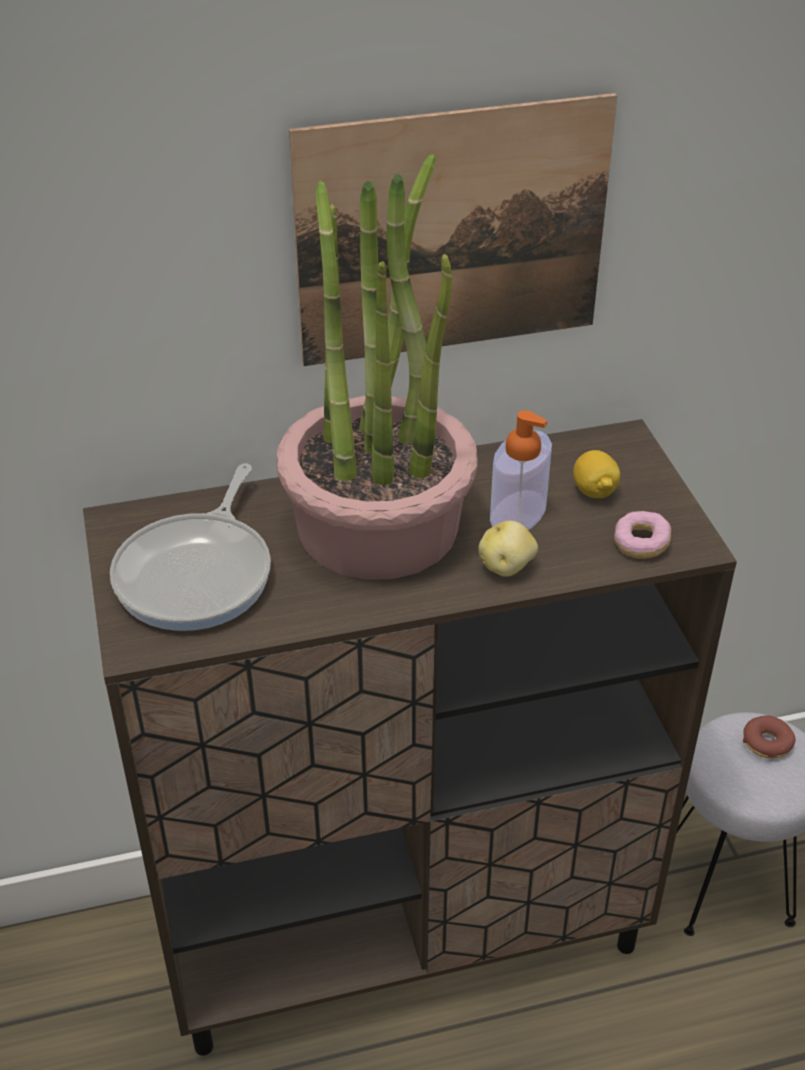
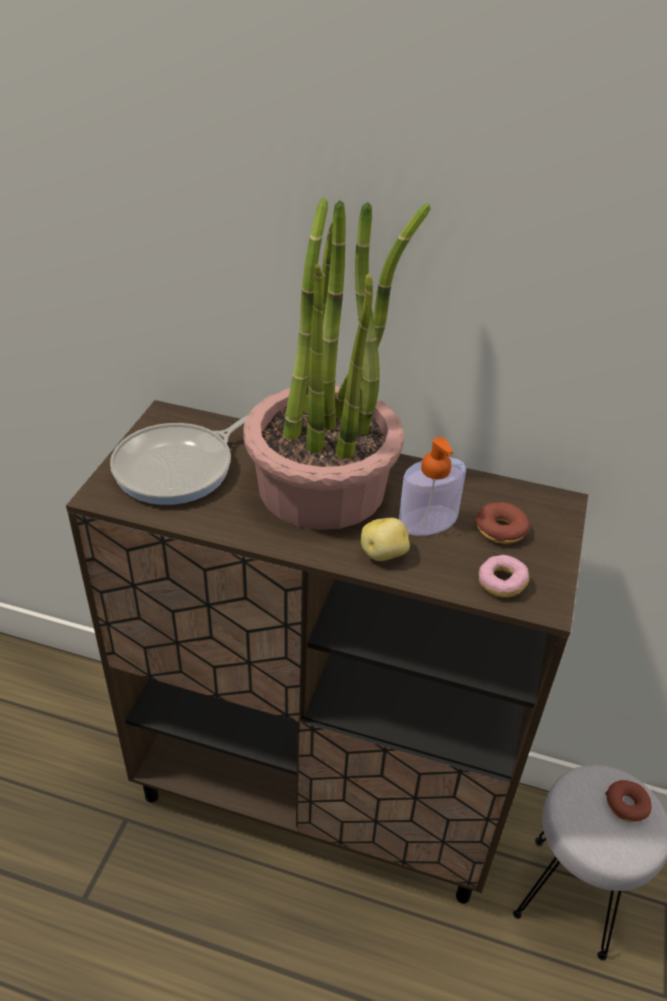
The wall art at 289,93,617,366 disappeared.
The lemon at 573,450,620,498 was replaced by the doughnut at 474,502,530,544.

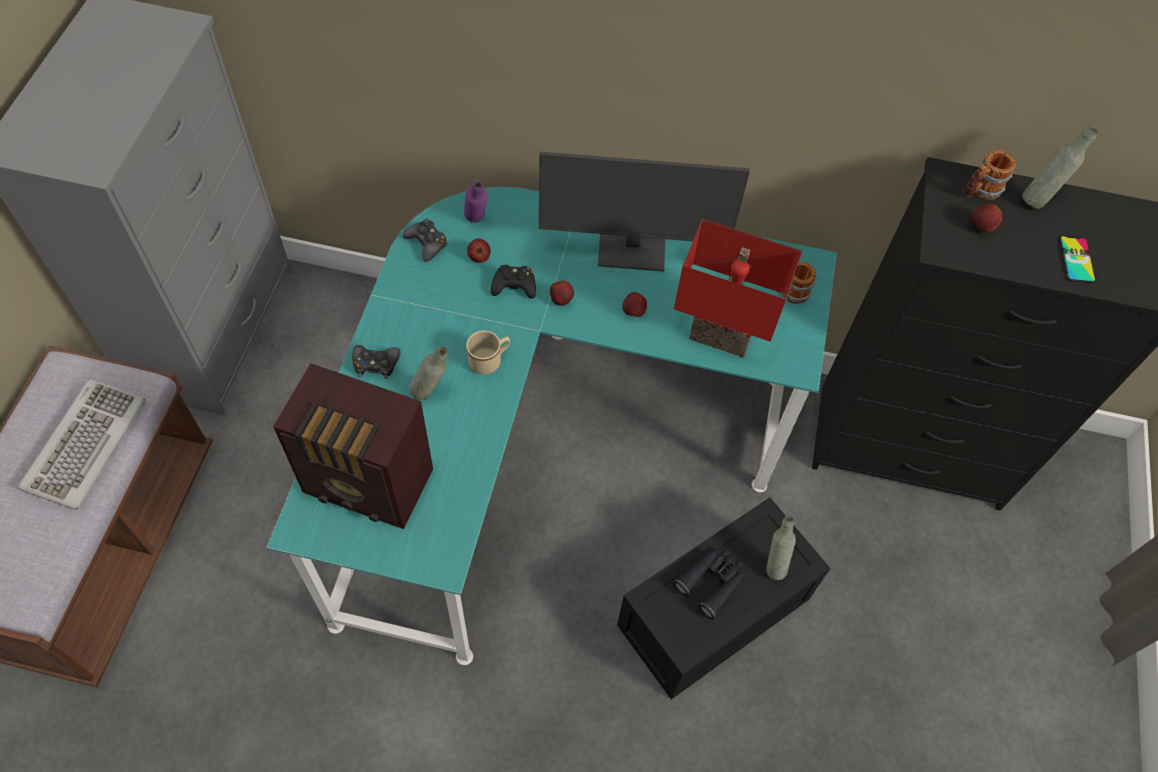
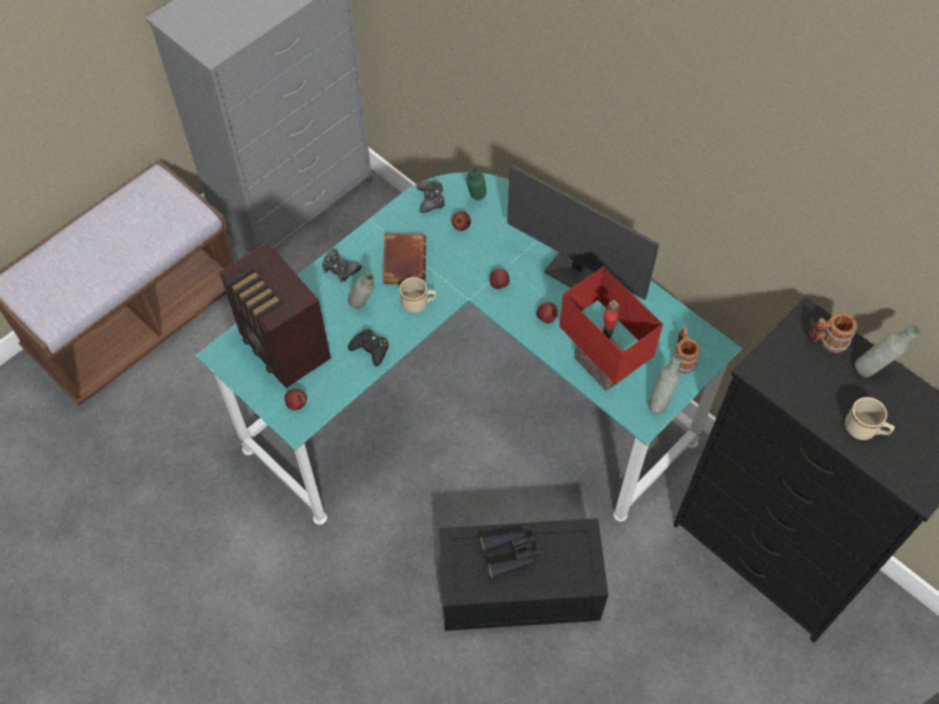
The keyboard at 18,378,145,510 disappeared.
The brown bound book at 383,234,426,284 appeared.
The black gamepad moved from 491,265,536,298 to 348,329,389,366.
The grey drink bottle moved from 766,515,796,580 to 648,354,682,414.
The apple moved from 971,203,1003,233 to 285,389,307,410.
The handset at 1059,236,1096,283 was replaced by the beige tea mug at 845,397,895,440.
The purple drink bottle at 464,180,488,223 became the greenish drink bottle at 466,167,486,200.

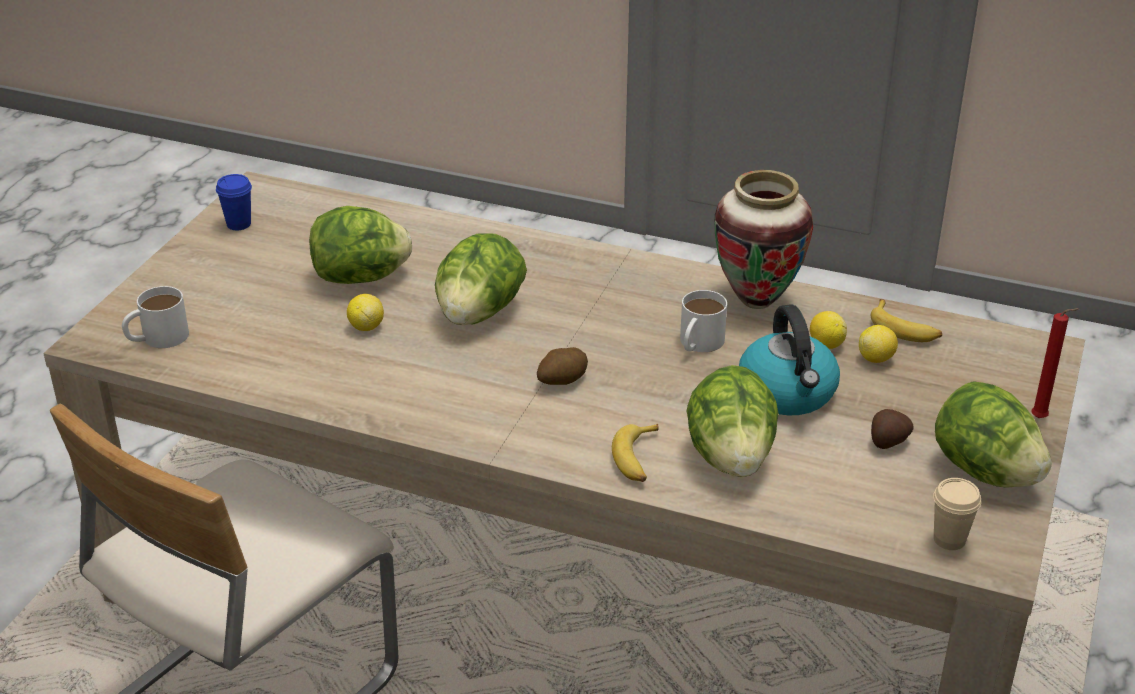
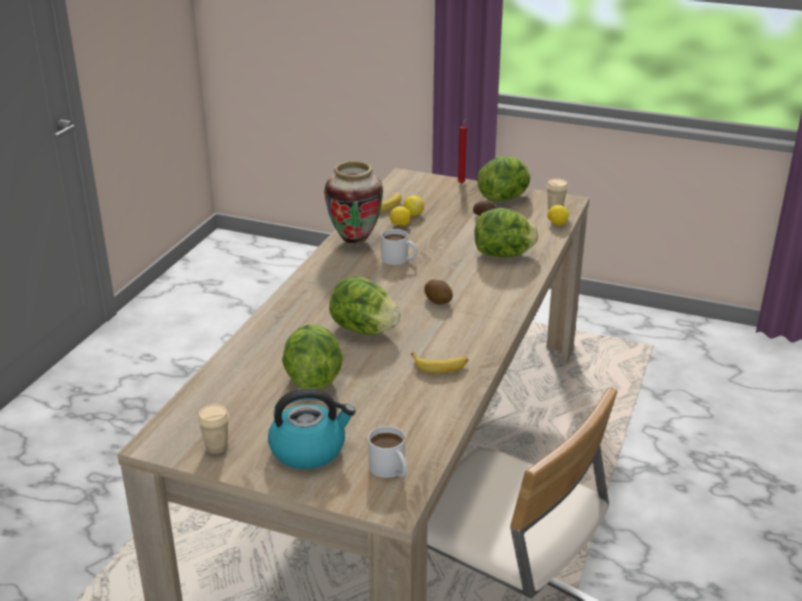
The lemon moved from 347,294,384,331 to 547,205,569,226.
The banana moved from 612,424,658,482 to 411,353,468,374.
The kettle moved from 739,304,840,415 to 268,388,356,469.
The bluish cup at 216,174,252,230 became the beige cup at 197,404,229,454.

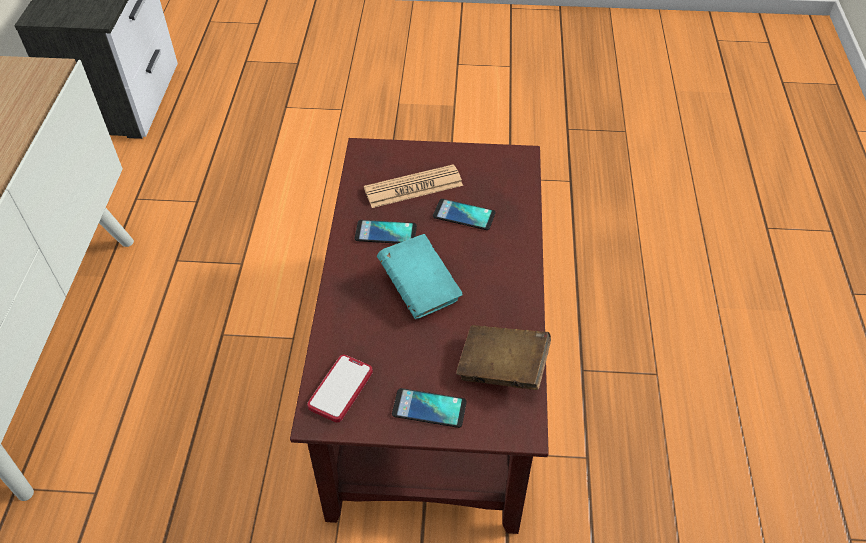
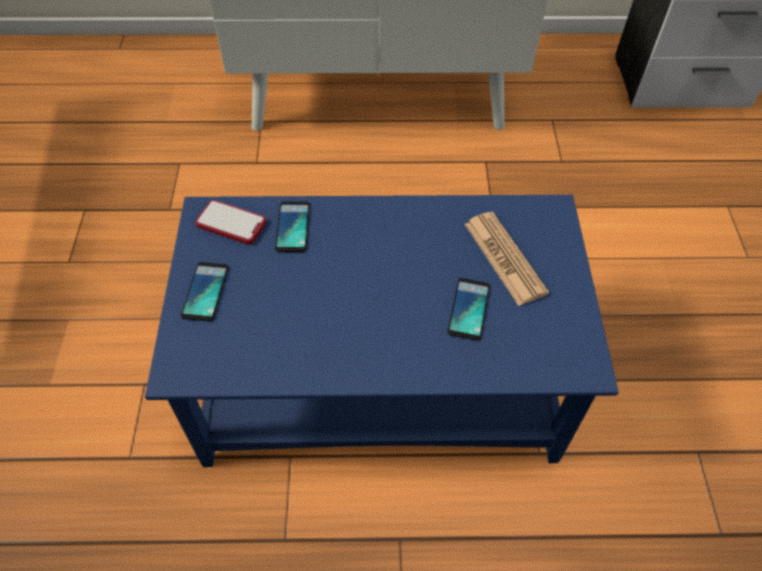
The turquoise bound book at 377,234,463,319 disappeared.
The brown bound book at 456,325,551,390 disappeared.
The handset moved from 355,220,417,244 to 275,201,310,252.
The brown coffee table at 290,138,549,534 became the bluish coffee table at 145,195,619,467.

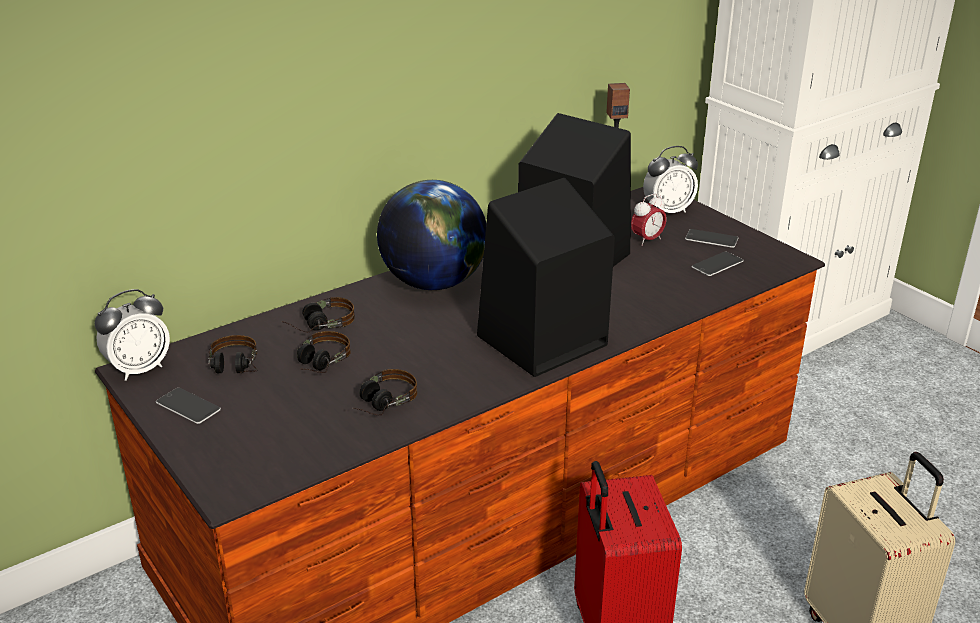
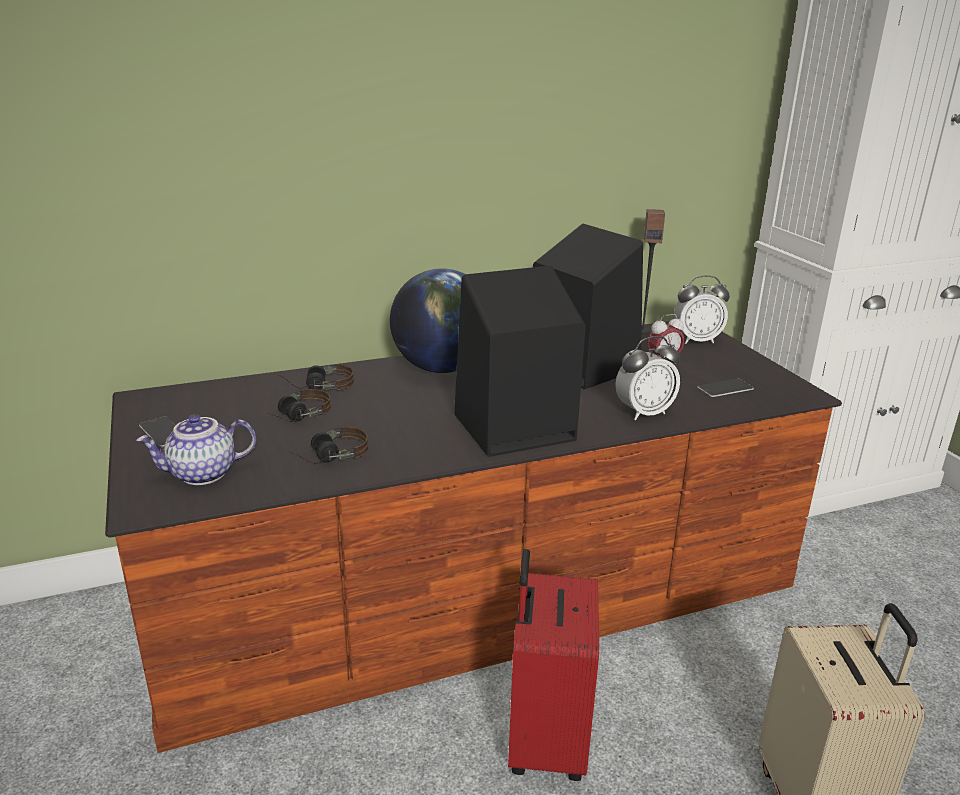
The headphones at 208,335,258,374 disappeared.
The handset at 685,229,738,248 disappeared.
The pot for tea at 136,414,256,485 appeared.
The table clock moved from 95,289,170,381 to 615,336,680,420.

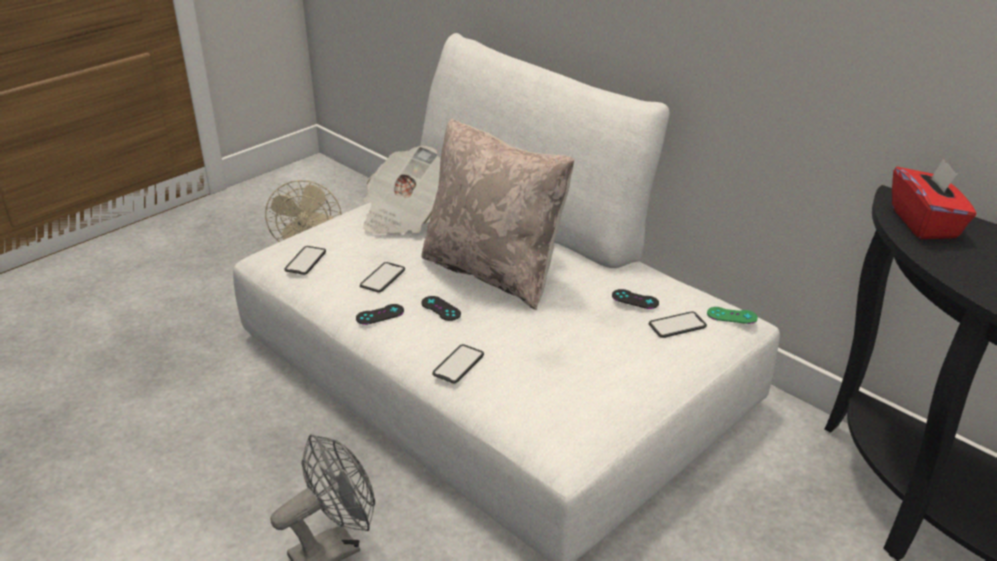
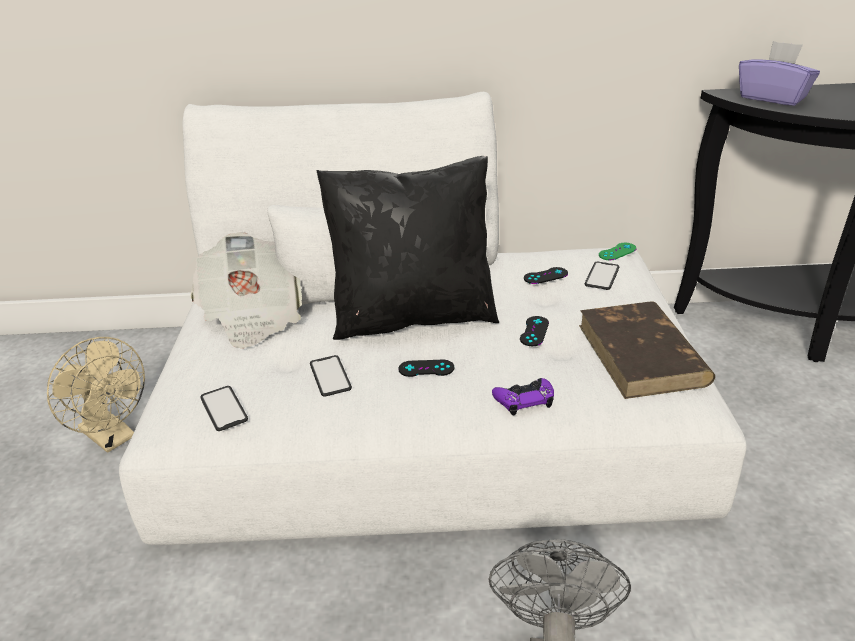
The brown bound book at 579,301,715,399 appeared.
The black gamepad moved from 356,304,404,325 to 520,316,549,346.
The handset at 432,344,484,383 was replaced by the purple gamepad at 492,378,554,415.
The beige cushion at 422,118,574,310 became the black cushion at 317,156,499,340.
The reddish tissue holder at 892,158,976,239 became the purple tissue holder at 739,41,820,106.

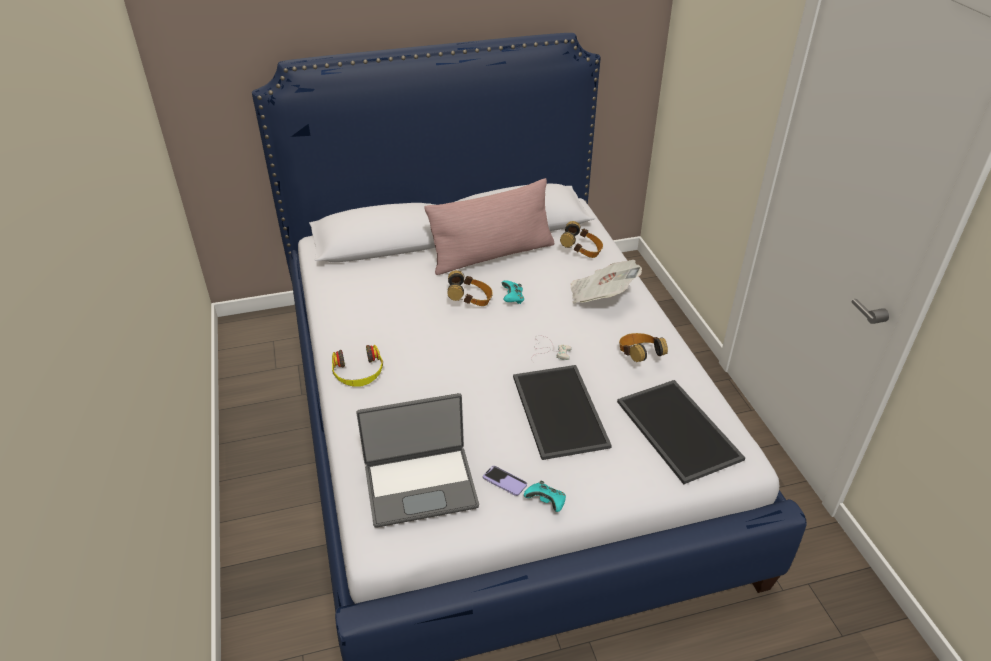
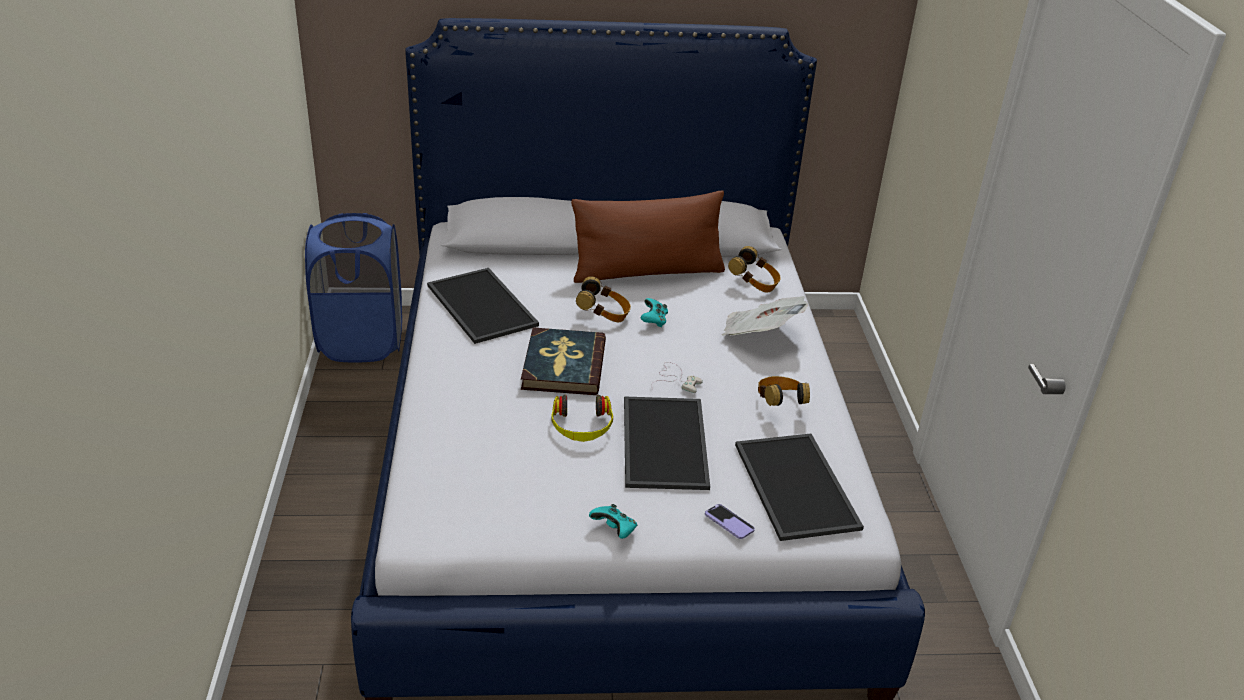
The laptop at 356,393,479,528 disappeared.
The bluish hamper at 305,213,402,363 appeared.
The carrying tray at 427,268,539,344 appeared.
The bound book at 521,327,606,395 appeared.
The headphones moved from 332,345,383,387 to 551,395,613,442.
The handset moved from 483,466,527,496 to 705,504,755,539.
The pink-coloured cushion at 424,178,554,275 became the brown cushion at 571,191,725,283.

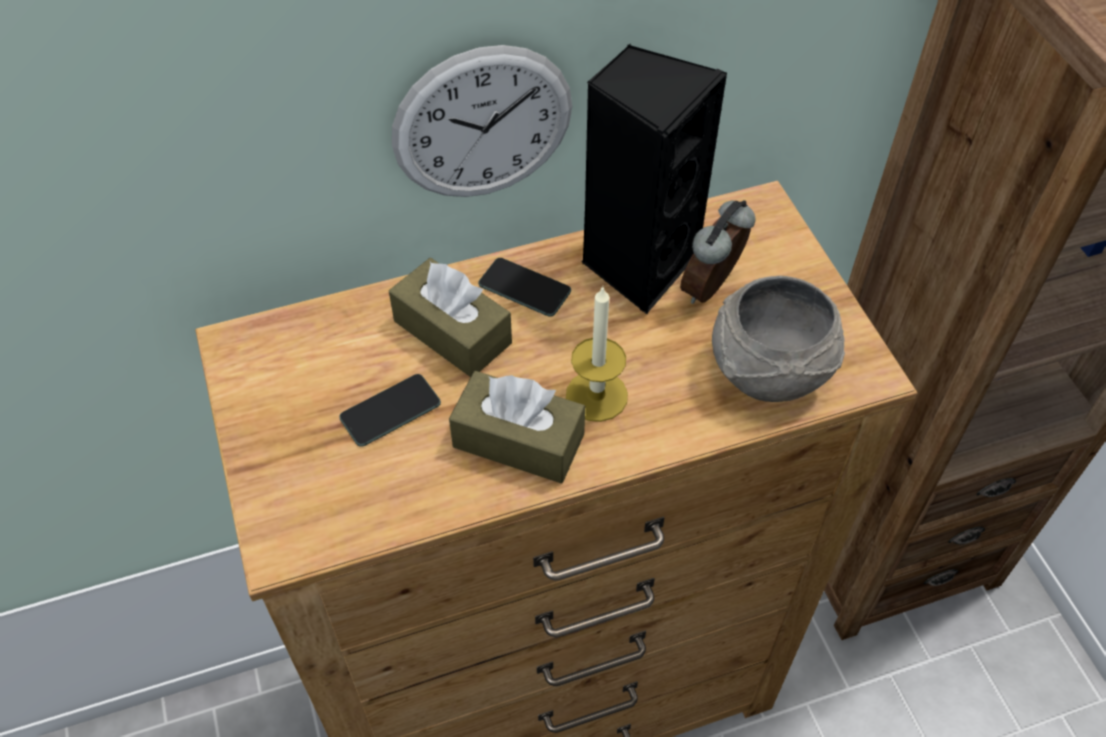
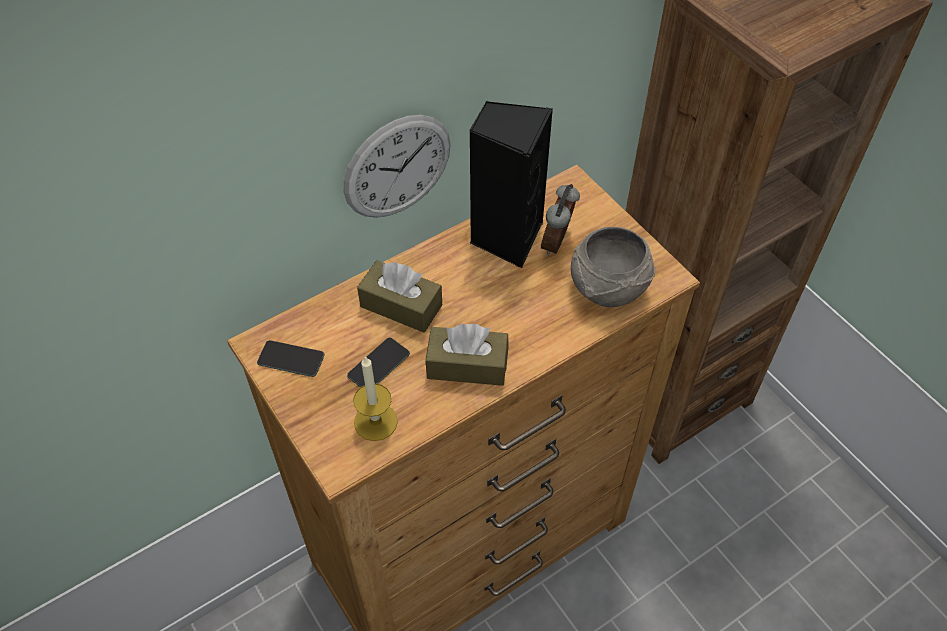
The handset moved from 478,258,571,317 to 257,340,325,377.
The wax light moved from 566,286,628,422 to 353,356,398,441.

